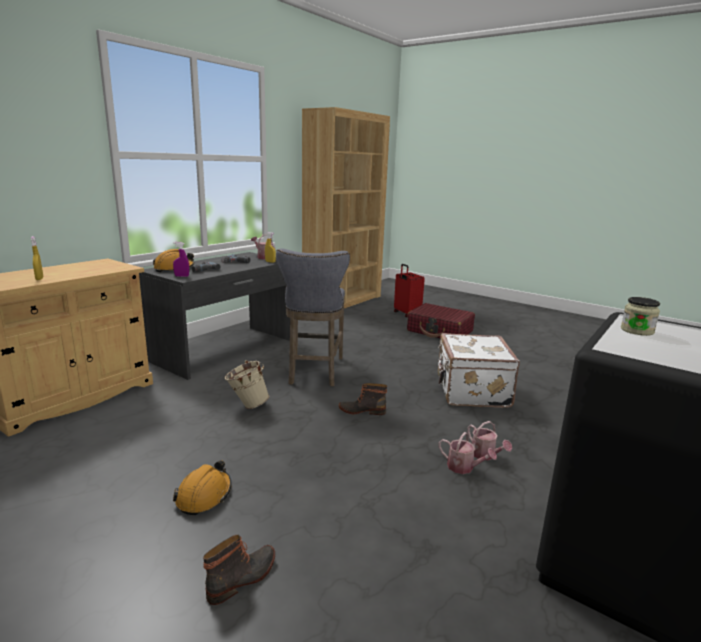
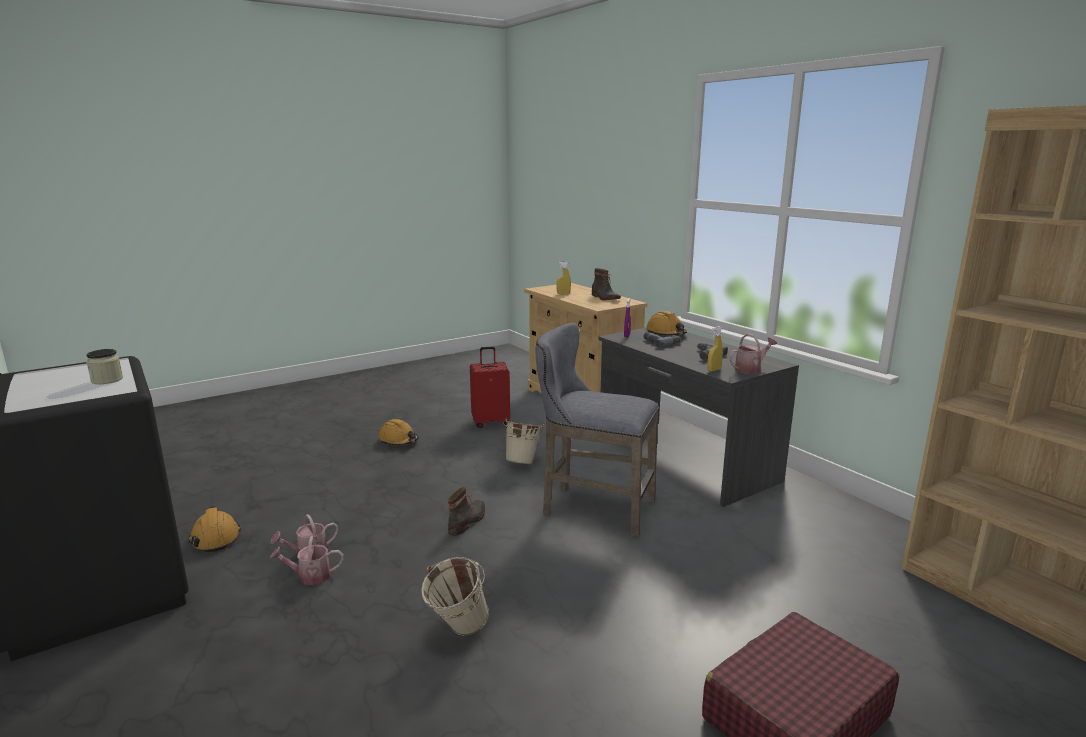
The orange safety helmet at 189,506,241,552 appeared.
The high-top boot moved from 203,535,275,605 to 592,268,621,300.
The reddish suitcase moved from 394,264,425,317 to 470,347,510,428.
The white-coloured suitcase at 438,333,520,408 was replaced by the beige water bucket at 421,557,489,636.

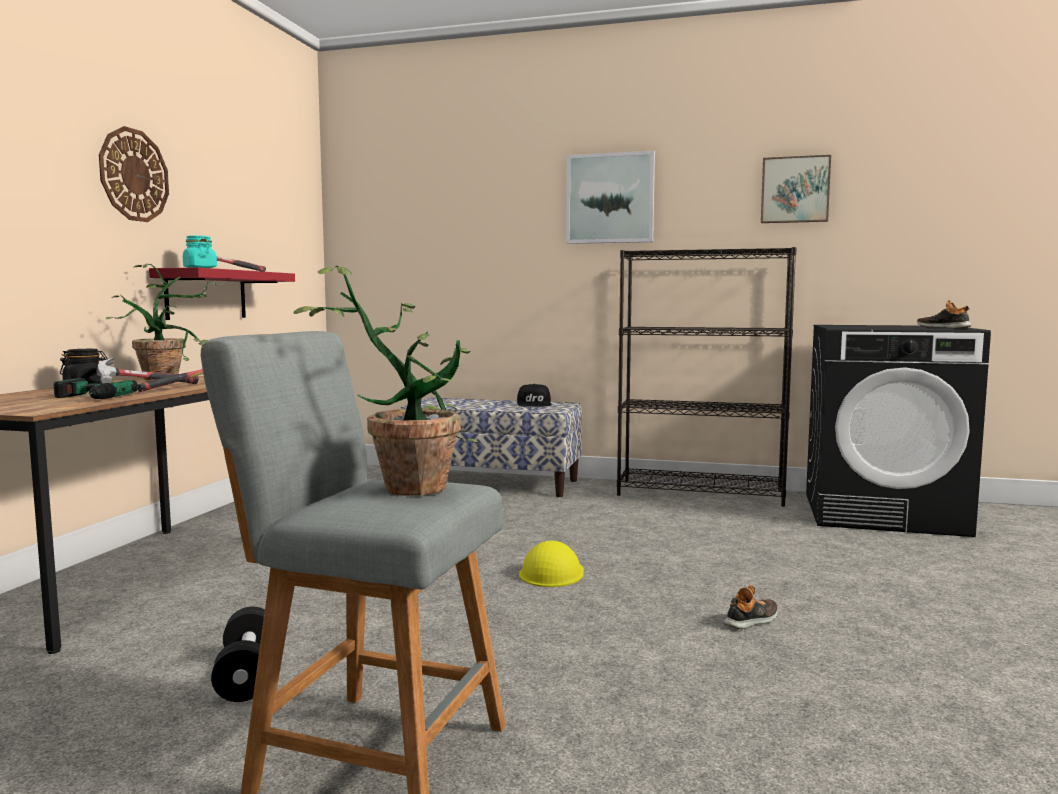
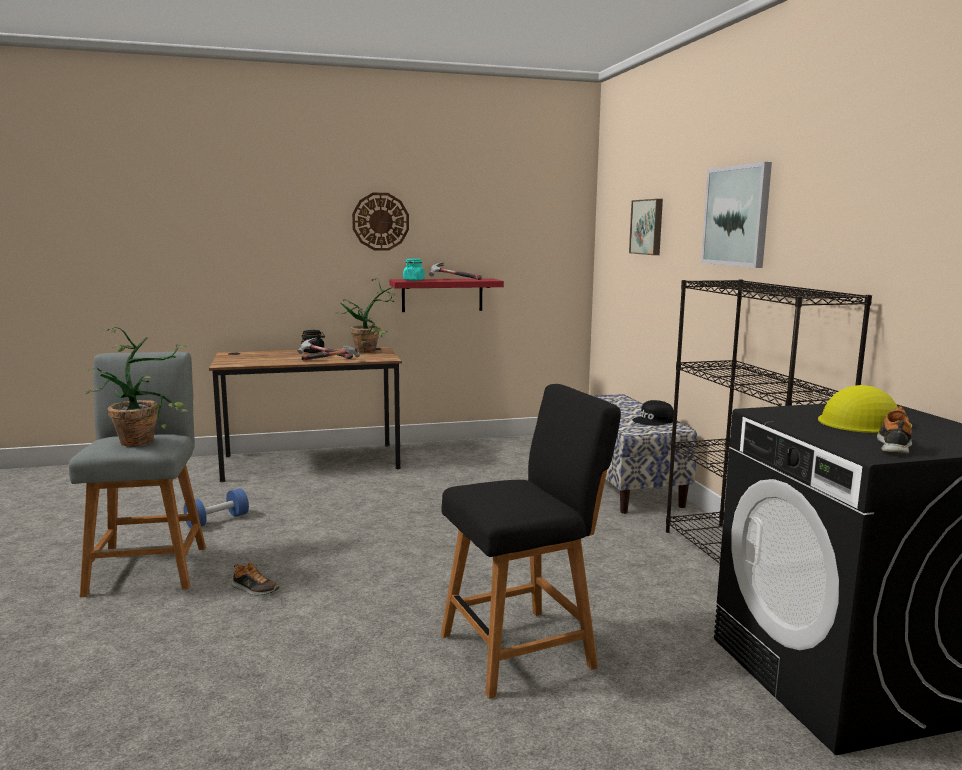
The drill at 53,378,138,399 disappeared.
The black stool seat at 441,384,621,699 appeared.
The yellow-coloured safety helmet moved from 519,541,584,587 to 818,385,912,433.
The item of footwear moved from 723,585,778,629 to 231,562,279,595.
The wall art moved from 761,155,831,223 to 629,199,663,255.
The black free weight at 211,607,265,702 became the bluish free weight at 184,488,249,528.

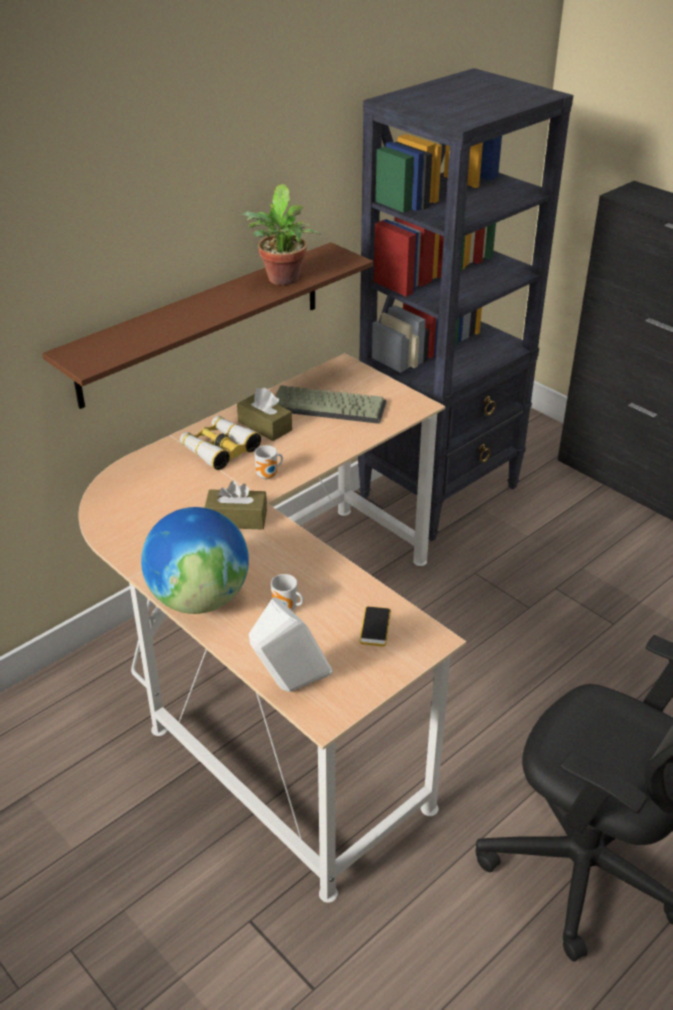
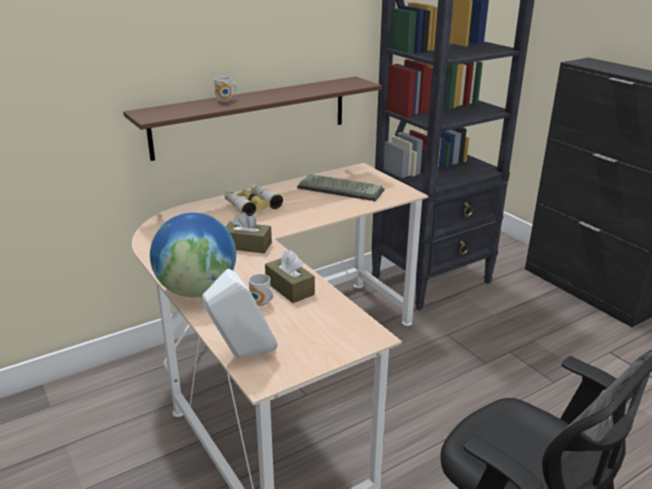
The potted plant at 241,184,321,285 disappeared.
The handset at 359,606,391,646 disappeared.
The brown tissue holder moved from 237,388,292,441 to 265,250,315,303.
The tea mug moved from 254,445,283,479 to 214,77,237,102.

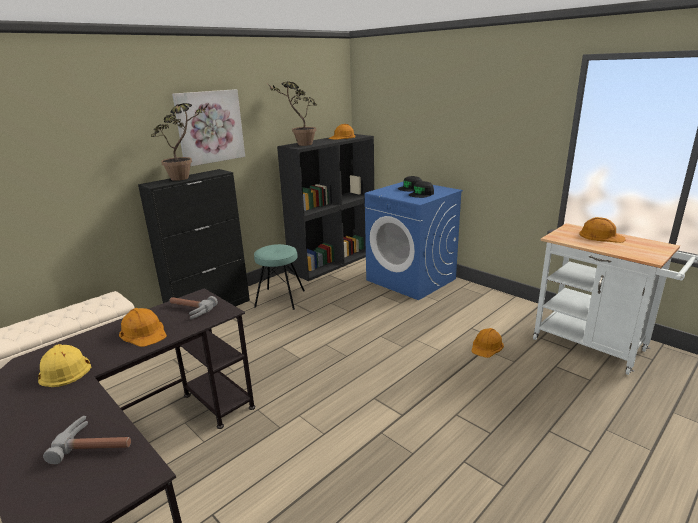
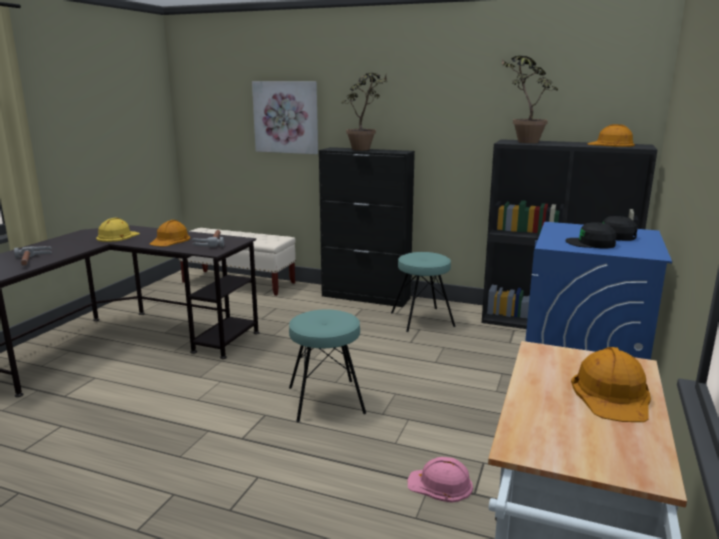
The turquoise stool seat at 289,309,366,422 appeared.
The wall art moved from 172,89,245,167 to 252,81,318,154.
The orange safety helmet at 472,328,504,358 became the pink-coloured safety helmet at 408,457,473,503.

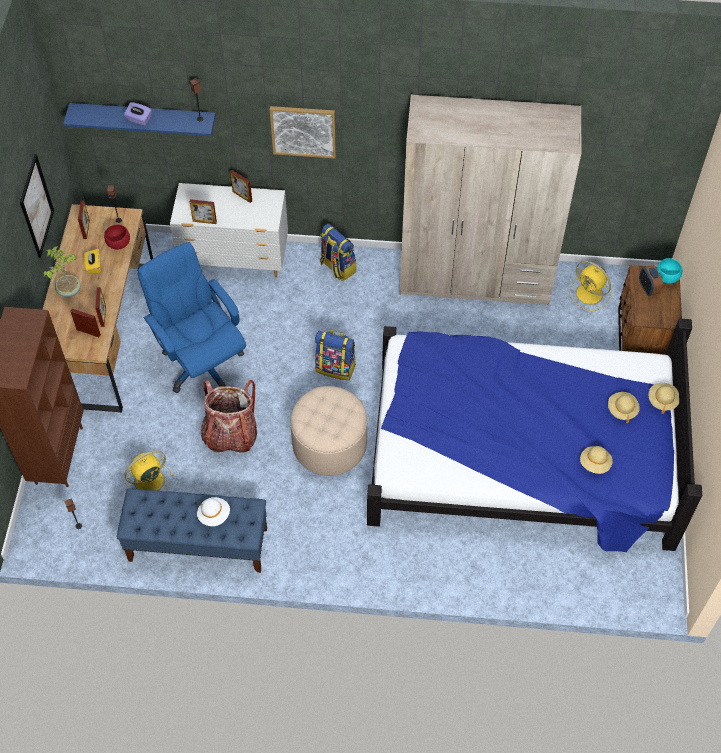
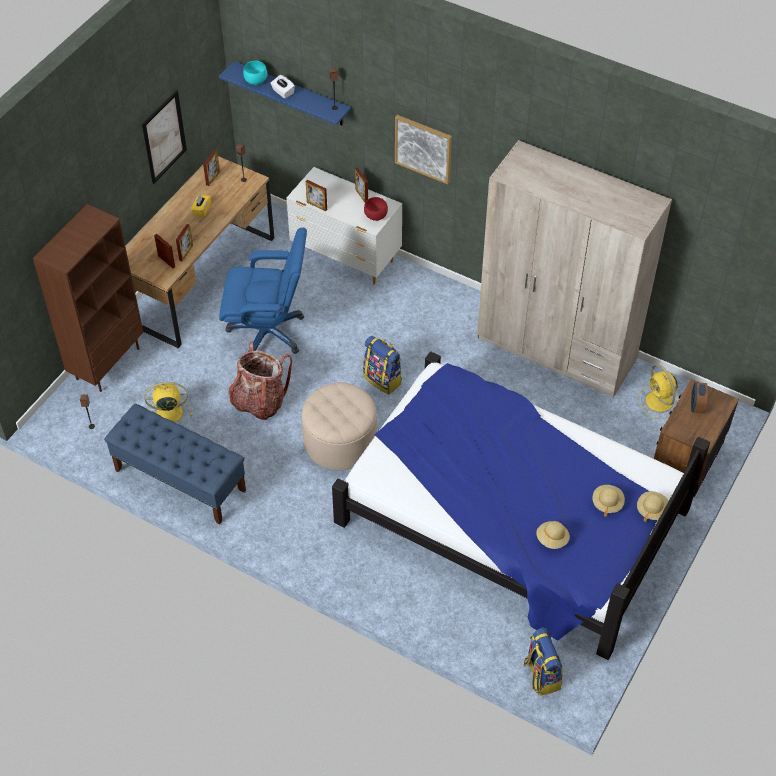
The potted plant at 43,246,81,297 disappeared.
The white-coloured clothing hat at 197,497,230,526 disappeared.
The reddish serving bowl moved from 104,224,130,249 to 364,197,388,221.
The knapsack moved from 320,224,356,281 to 523,628,563,696.
The turquoise serving bowl moved from 657,258,682,284 to 243,61,267,85.
The purple tissue holder at 124,102,152,126 became the white-coloured tissue holder at 270,75,295,99.
The bluish office chair at 137,242,246,393 turned 105 degrees clockwise.

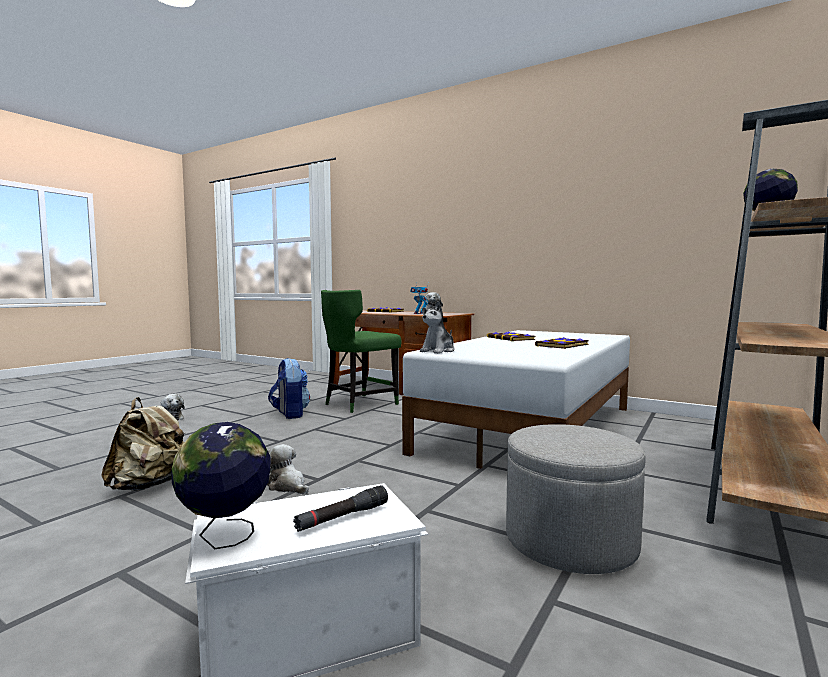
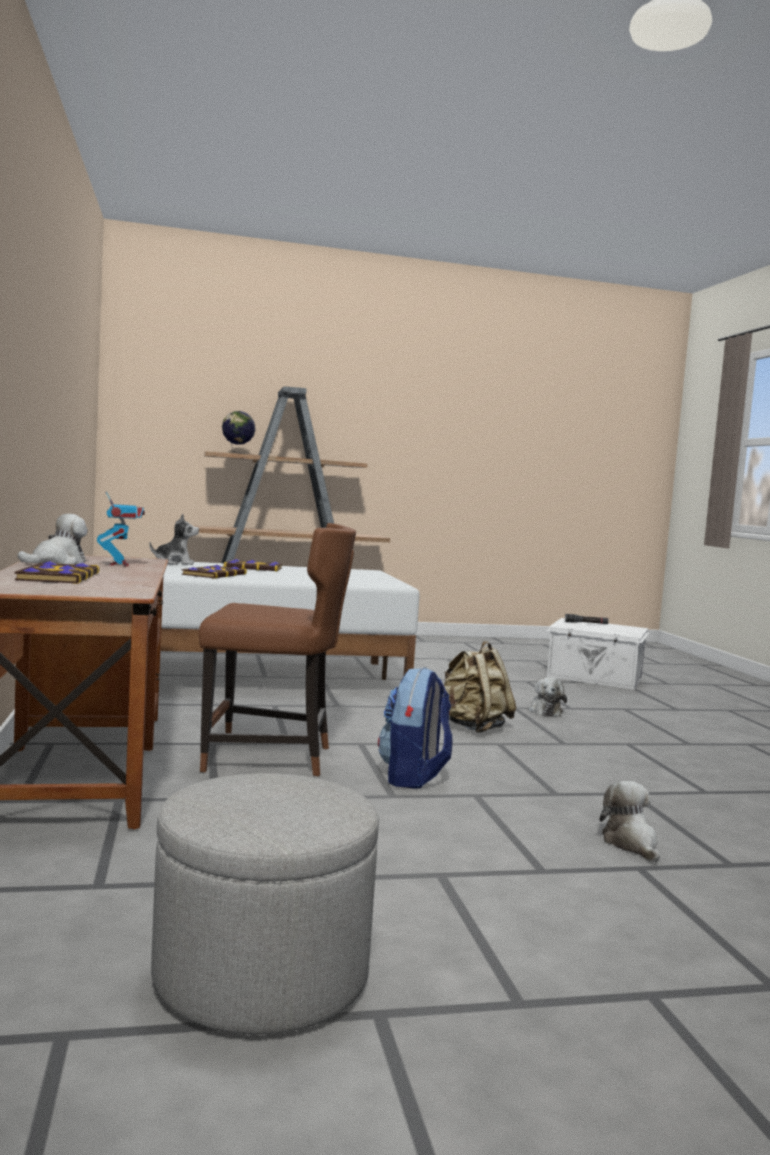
The desk globe at 172,422,271,549 disappeared.
The beige knapsack moved from 101,397,185,491 to 442,641,516,733.
The plush toy moved from 420,301,455,353 to 149,514,199,565.
The grey footrest moved from 506,424,646,574 to 151,773,379,1035.
The greenish chair at 321,290,401,413 became the brown chair at 199,523,356,776.

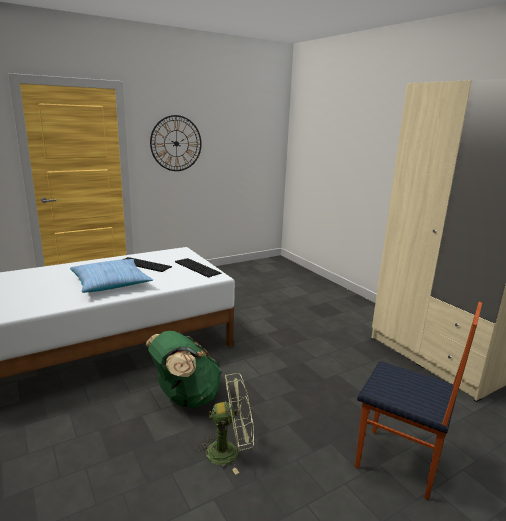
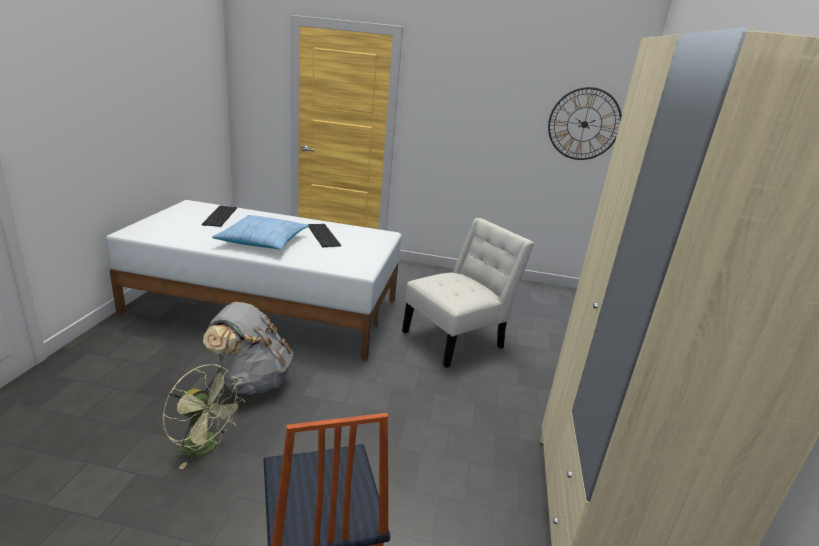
The white-coloured chair at 402,218,534,368 appeared.
The clock on the wall moved from 150,115,202,171 to 548,87,622,160.
The keyboard moved from 175,258,222,277 to 202,206,237,227.
The greenish knapsack at 146,331,222,408 became the grey knapsack at 203,302,293,395.

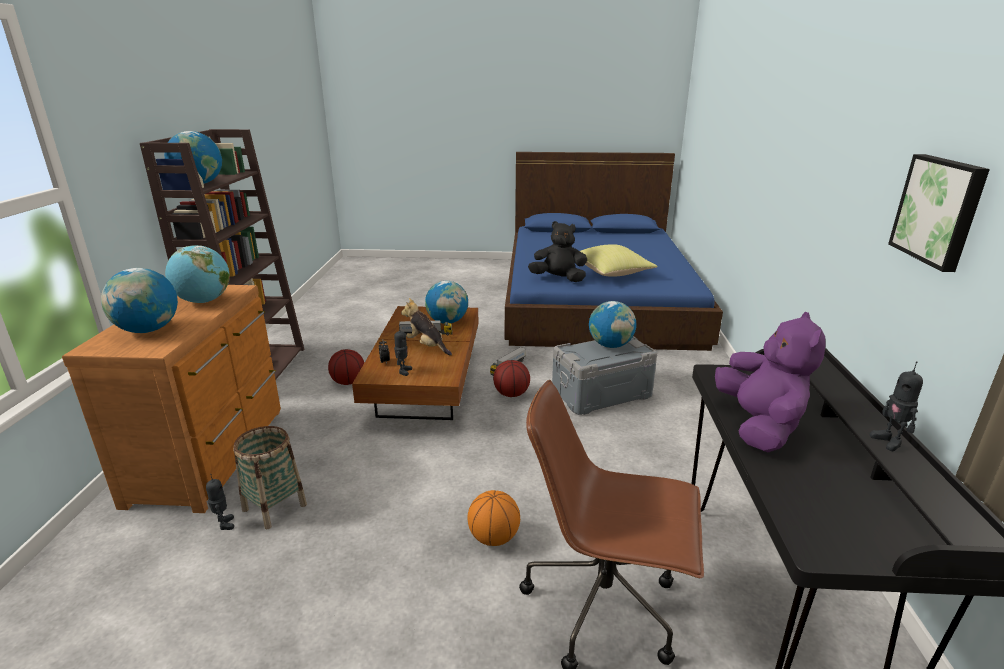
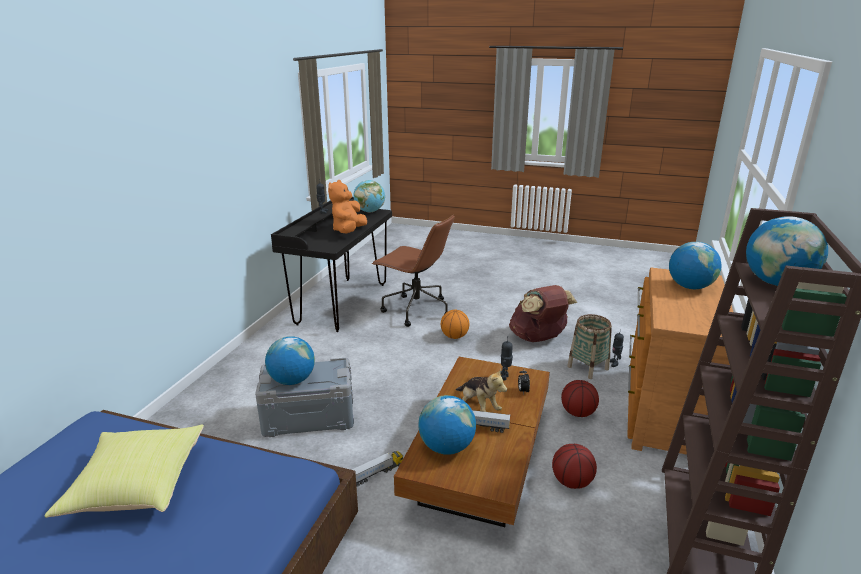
The black plush toy at 528,221,587,282 disappeared.
The wall art at 888,154,990,272 disappeared.
The brown knapsack at 509,285,577,342 appeared.
The desk globe moved from 165,245,230,303 to 353,180,385,212.
The ball for basketball moved from 493,360,530,397 to 561,380,599,417.
The purple plush toy at 715,312,826,452 became the orange plush toy at 328,180,367,233.

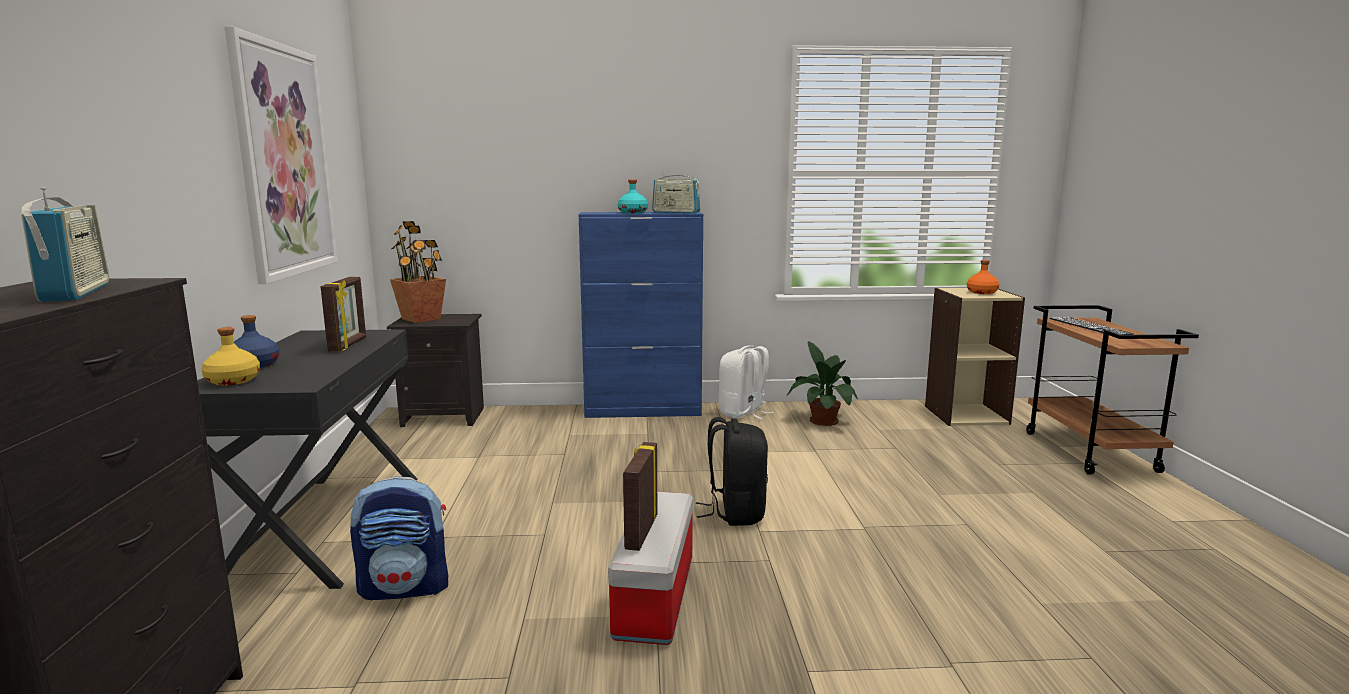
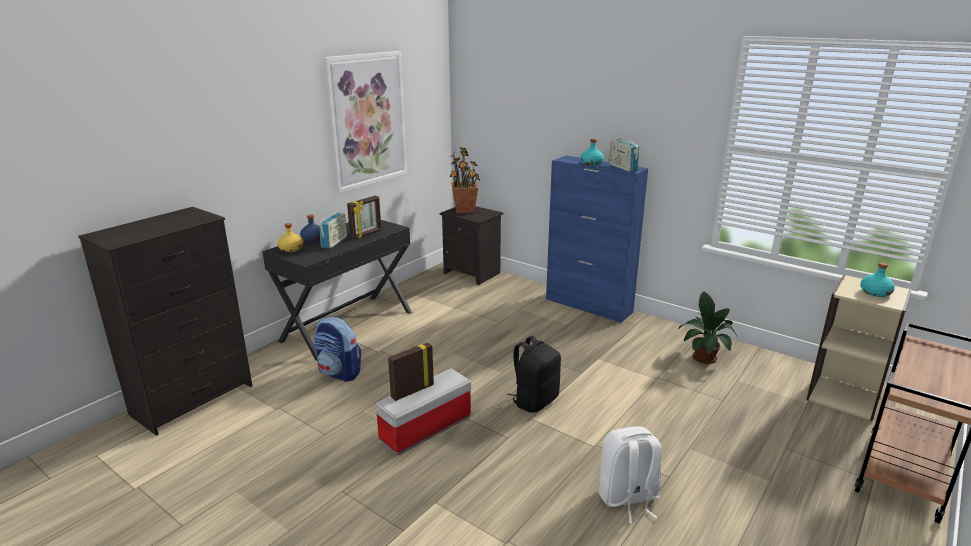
The keyboard at 1050,317,1134,335 disappeared.
The radio receiver moved from 21,187,109,302 to 319,212,347,249.
The white-coloured knapsack moved from 719,345,774,419 to 599,426,662,523.
The orange drink bottle at 967,260,999,294 became the turquoise drink bottle at 860,262,895,297.

